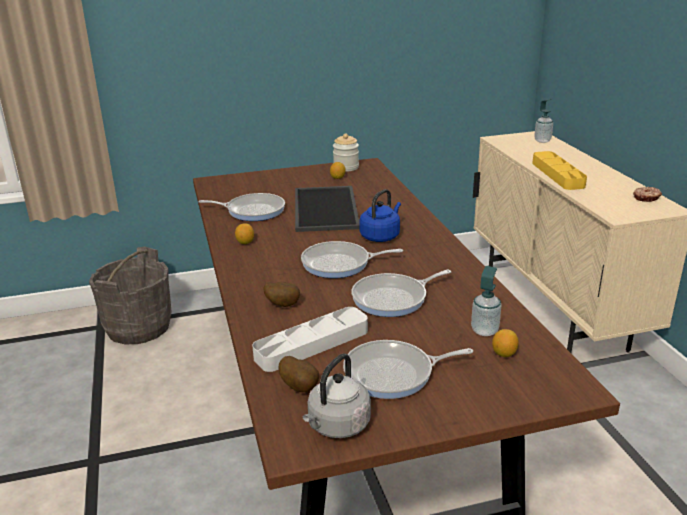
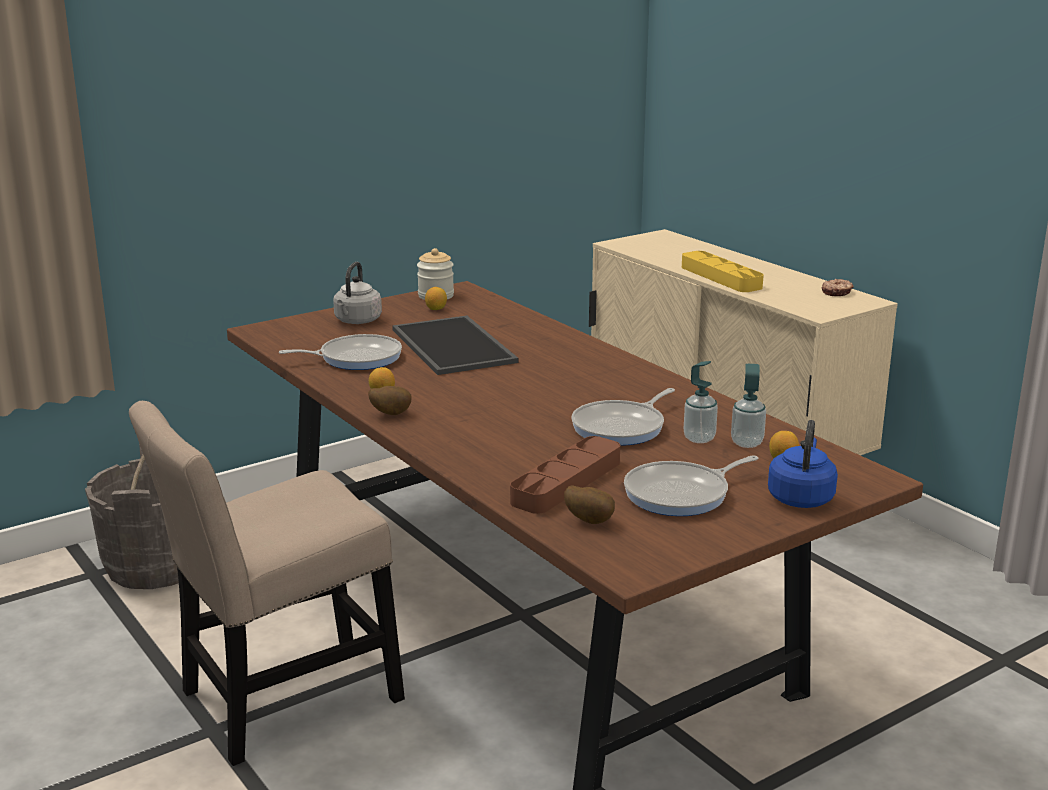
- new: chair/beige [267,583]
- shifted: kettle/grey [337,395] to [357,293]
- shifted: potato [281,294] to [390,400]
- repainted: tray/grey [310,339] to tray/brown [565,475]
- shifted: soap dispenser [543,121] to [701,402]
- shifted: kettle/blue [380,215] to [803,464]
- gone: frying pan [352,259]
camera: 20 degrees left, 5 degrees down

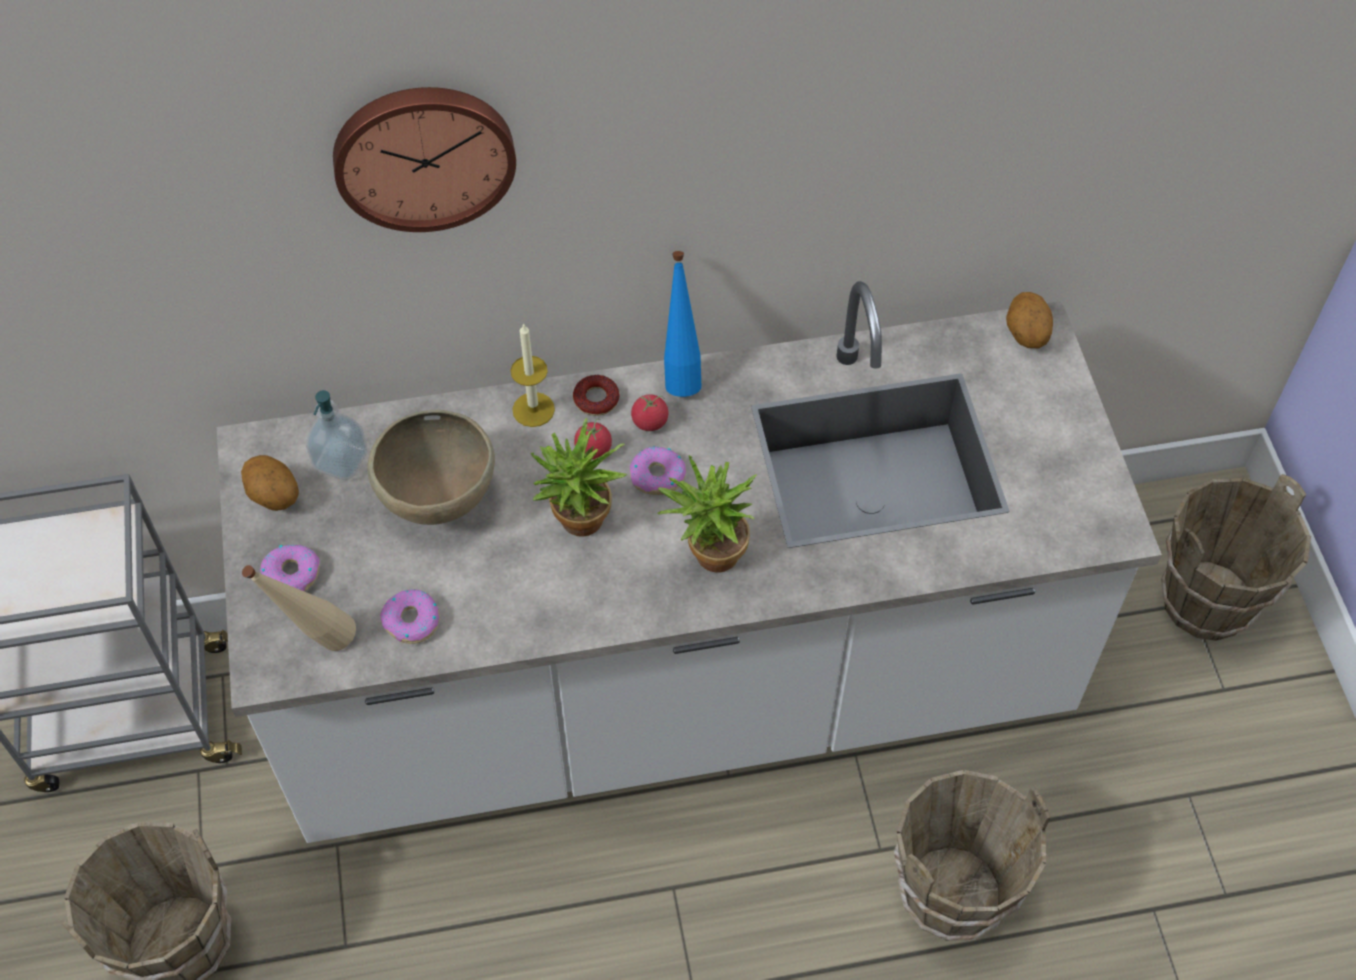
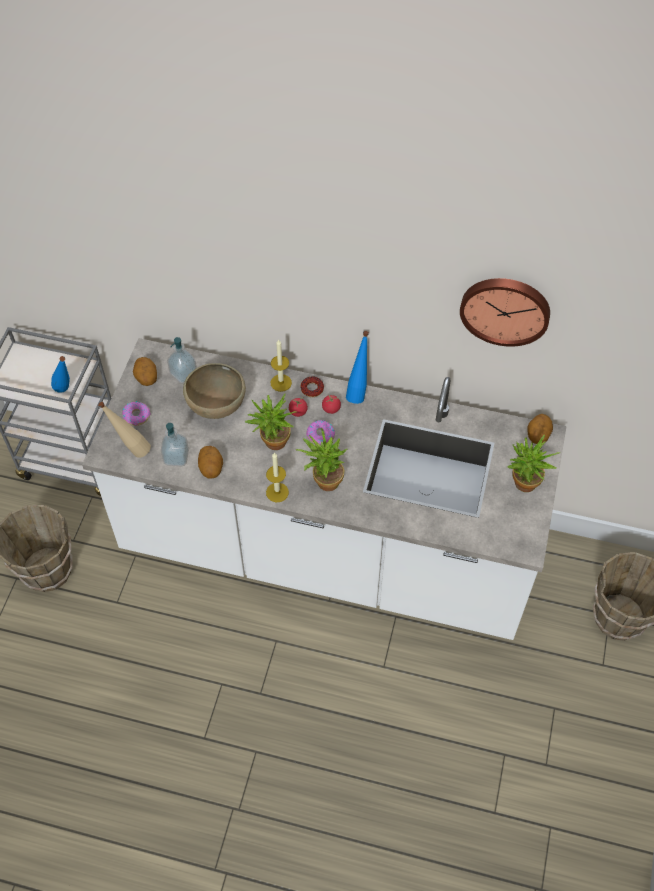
- new: bottle/blue [60,374]
- swapped: donut [410,616] to soap dispenser [175,445]
- new: potato [210,462]
- new: candle [277,477]
- shifted: wall clock [424,159] to [505,312]
- new: potted plant [533,463]
- gone: bucket/brown [972,855]
camera: 25 degrees right, 0 degrees up

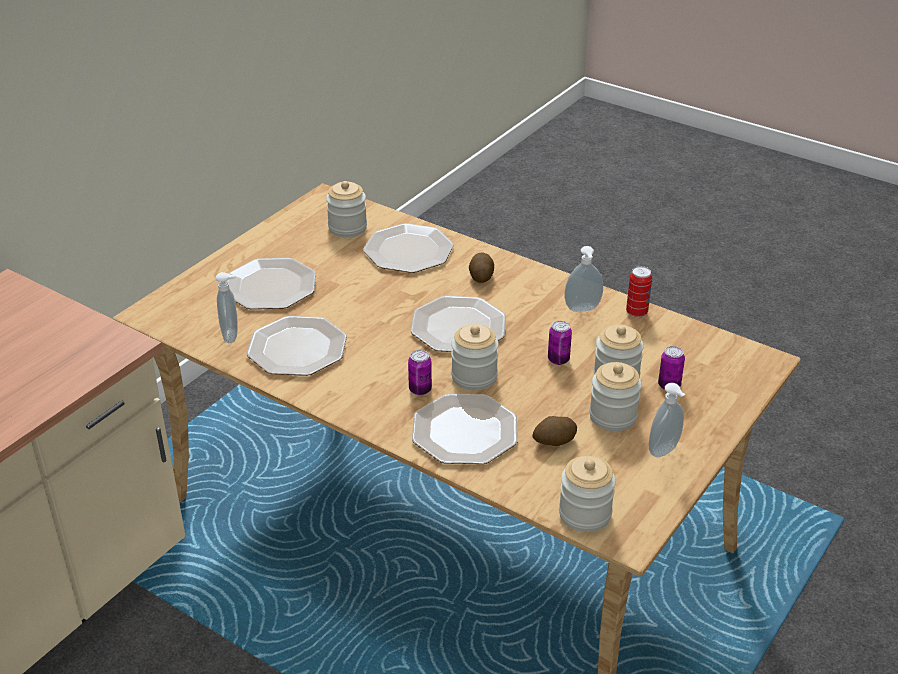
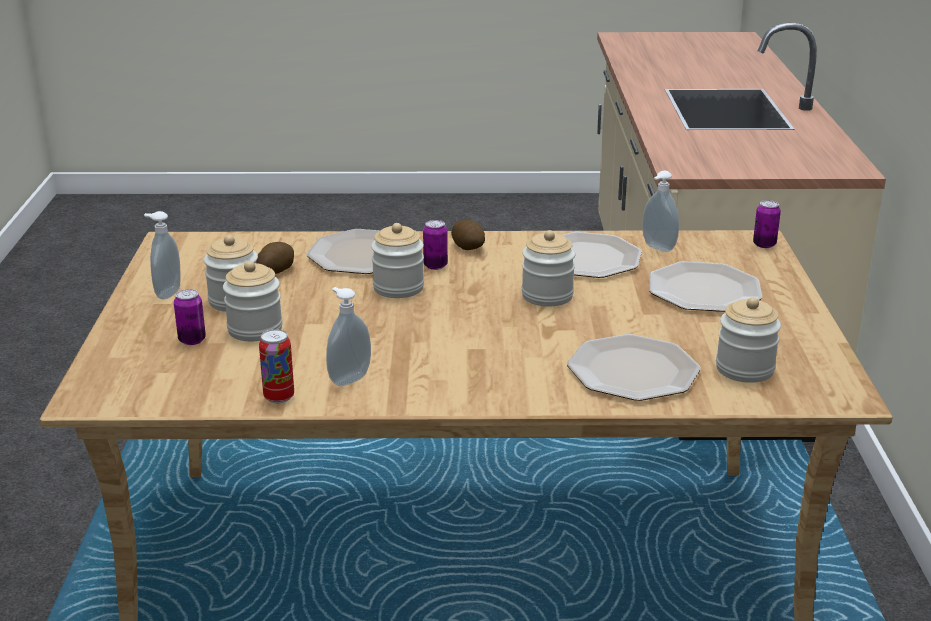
- shifted: potato [481,267] to [468,235]
- shifted: jar [587,494] to [548,268]
- shifted: can [560,343] to [767,224]
- gone: plate [458,324]
camera: 145 degrees right, 10 degrees down

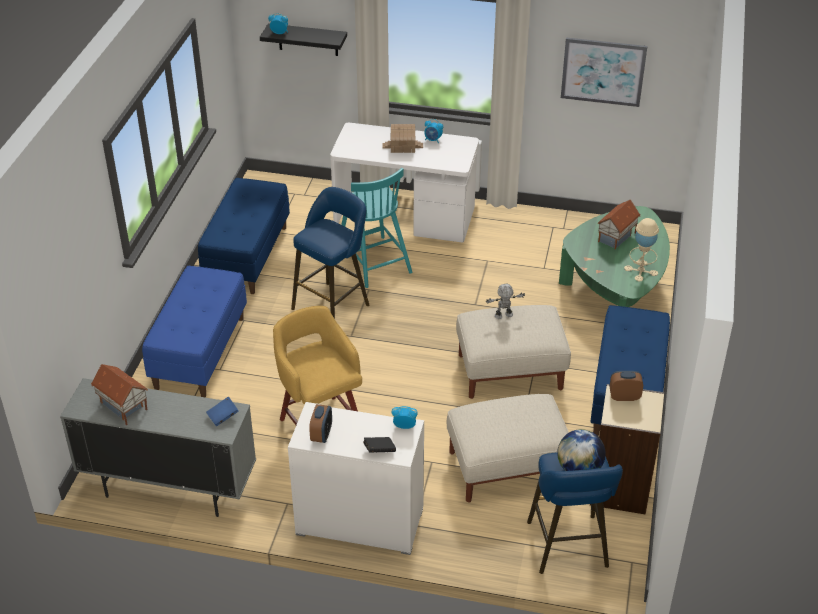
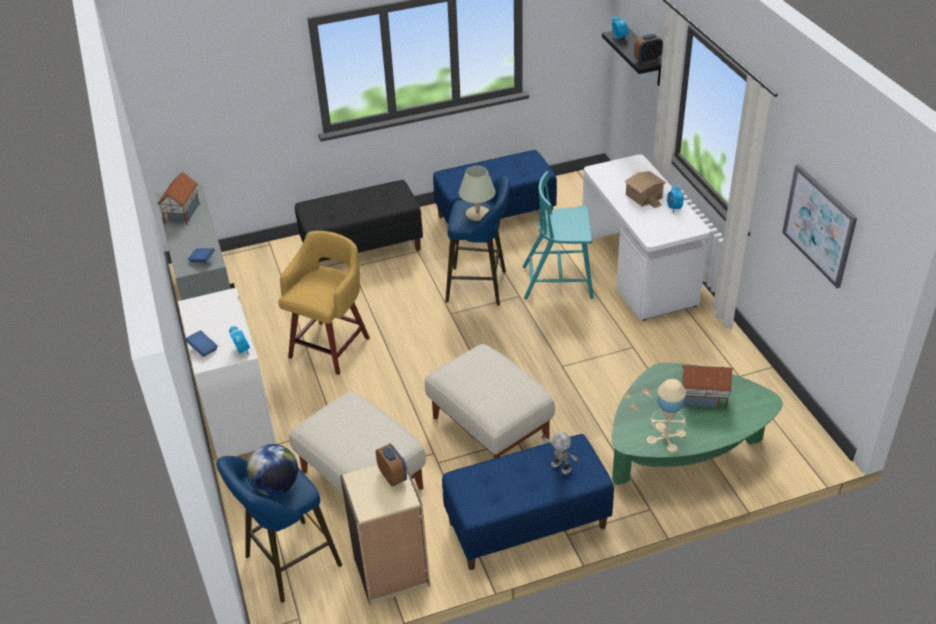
- repainted: book/black [379,445] to book/blue [201,343]
- repainted: bench/blue [194,331] to bench/black [359,221]
- new: table lamp/beige [477,193]
- rotated: chair/turquoise [376,228] = [558,235] 60 degrees clockwise
- shifted: toy robot [505,301] to [560,453]
- shifted: alarm clock [320,423] to [648,49]
camera: 60 degrees right, 0 degrees up

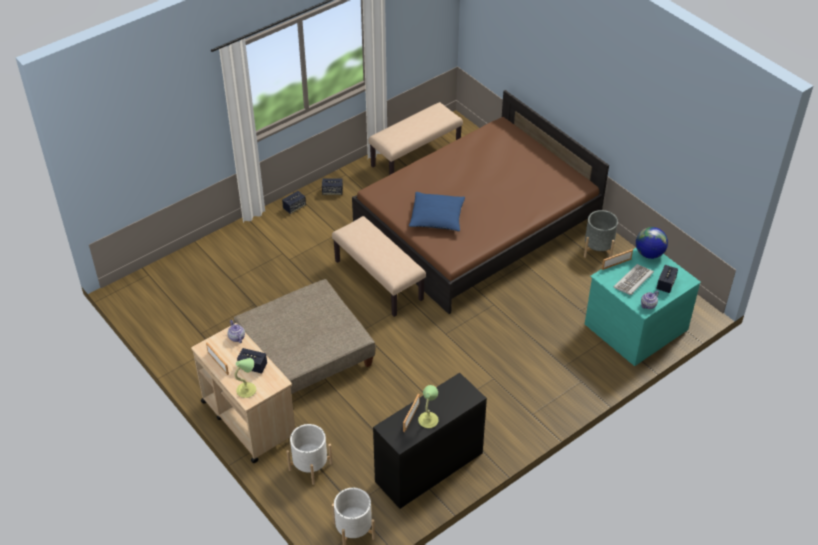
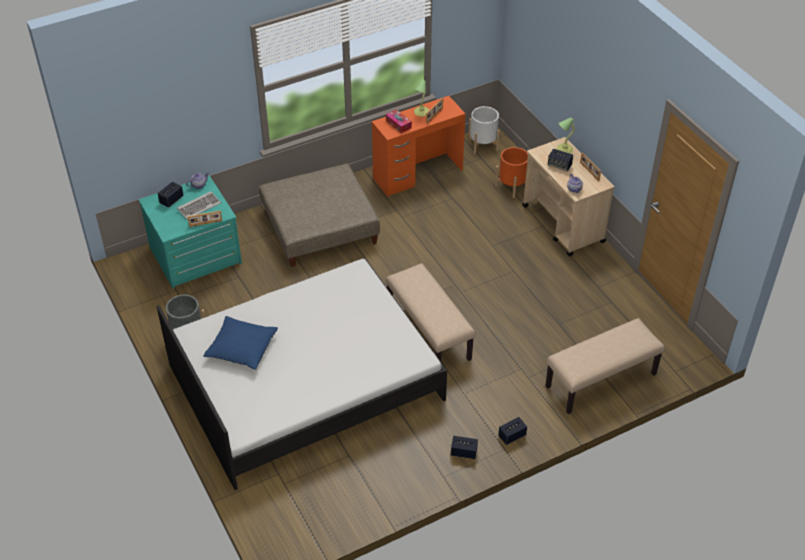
- repainted: bed/brown [480,202] to bed/white [302,374]
- shifted: pillow/blue [437,211] to [240,343]
- shifted: ottoman/beige [304,336] to [319,215]
- repainted: desk/black [430,441] to desk/orange [419,146]
- new: tissue box [399,121]
- repainted: planter/white [309,454] to planter/orange [511,172]
- shifted: bench/beige [416,138] to [605,366]
- gone: globe [652,243]
camera: 170 degrees left, 0 degrees up

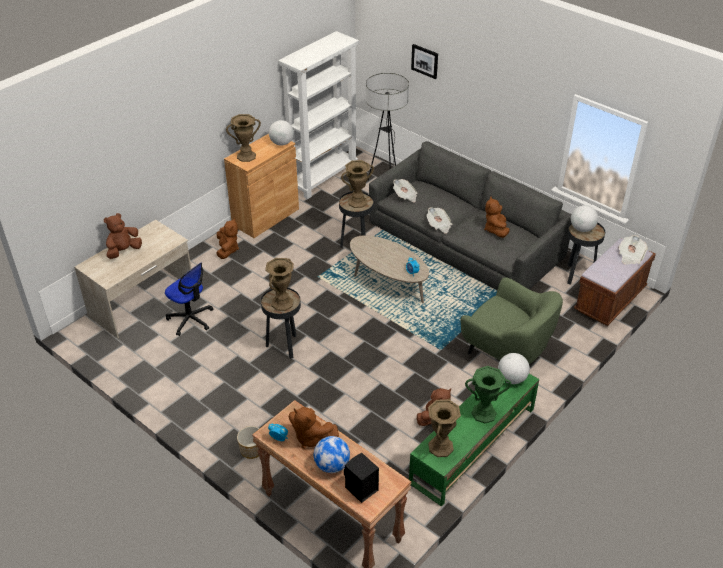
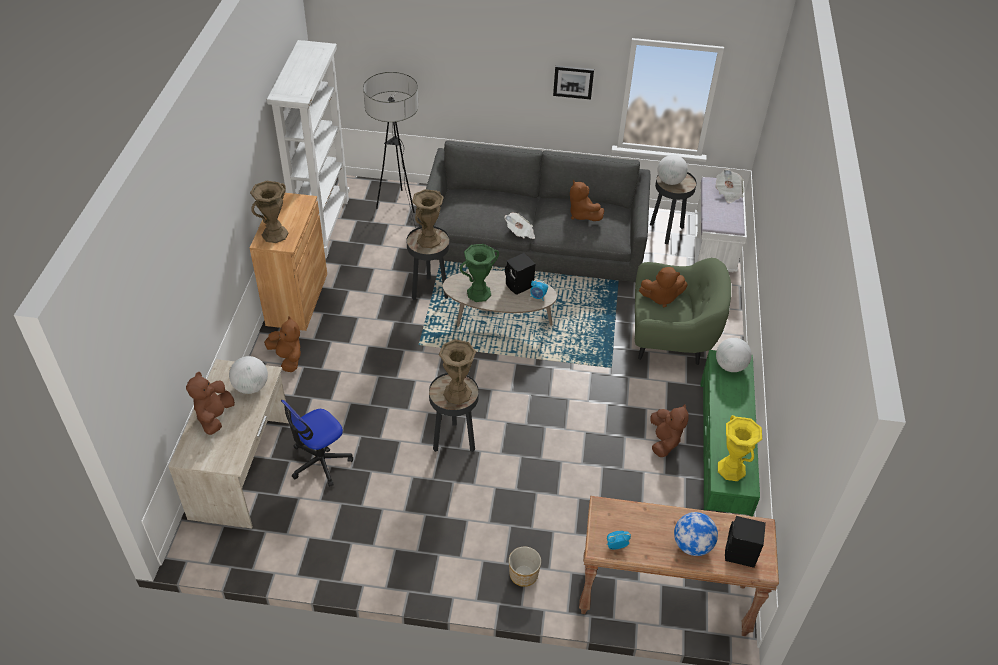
- shifted: globe [281,133] to [248,375]
- rotated: office chair [189,299] = [317,443] 135 degrees clockwise
- shifted: vase/green [488,394] to [479,273]
- new: speaker/black [520,274]
- shifted: picture [424,61] to [573,83]
- shifted: plush toy/brown [314,428] to [663,287]
- repainted: bench/brown [615,282] to bench/white [721,224]
- repainted: vase/brown [444,428] to vase/yellow [740,448]
- gone: newspaper [405,190]
camera: 35 degrees left, 5 degrees up

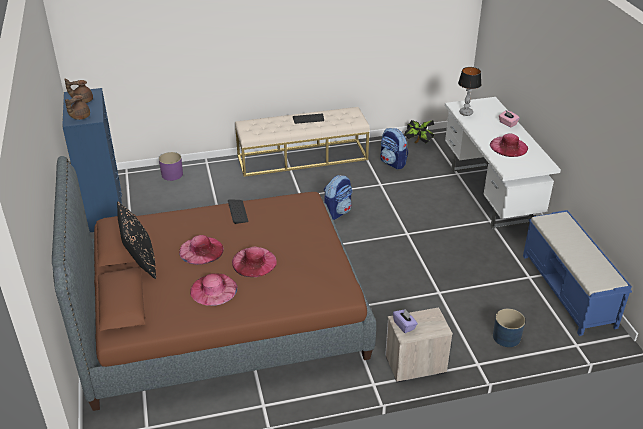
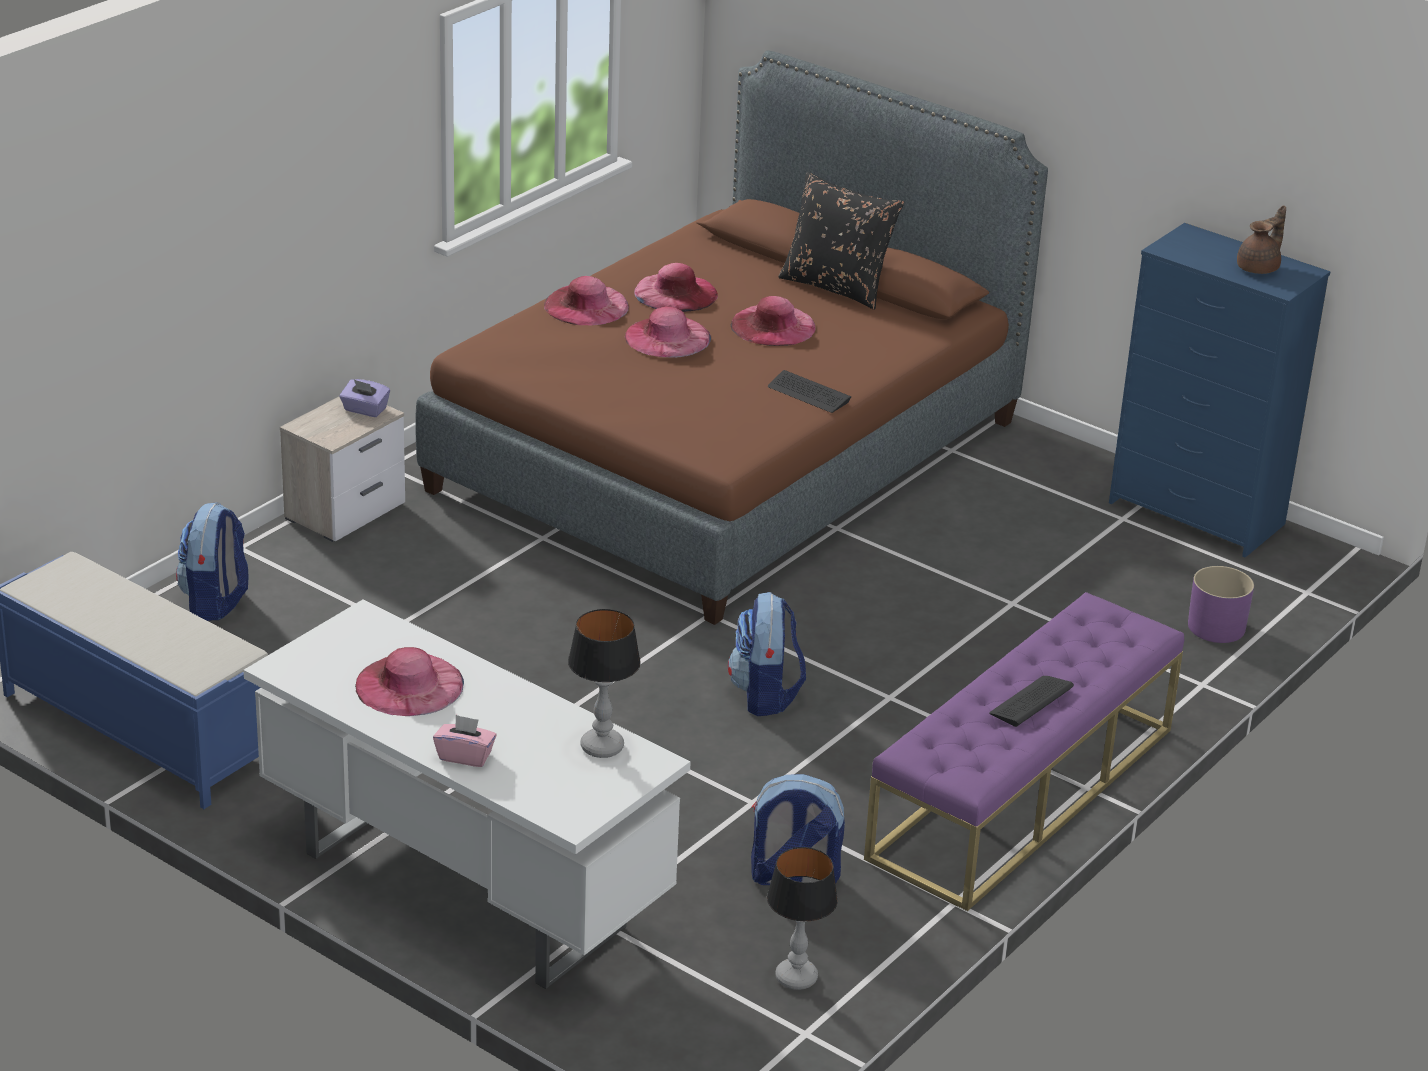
- swapped: planter/blue [509,328] to backpack [212,561]
- new: hat/pink [586,300]
- swapped: potted plant [419,131] to table lamp [802,918]
- repainted: bench/beige [302,142] to bench/purple [1024,751]
- gone: teapot/brown [77,107]
camera: 140 degrees right, 5 degrees down

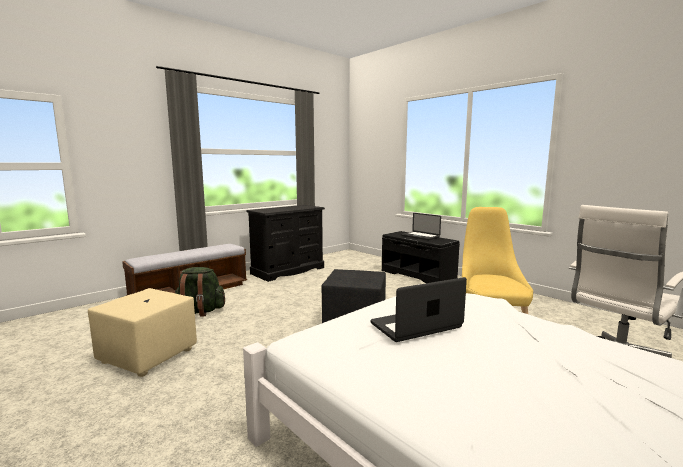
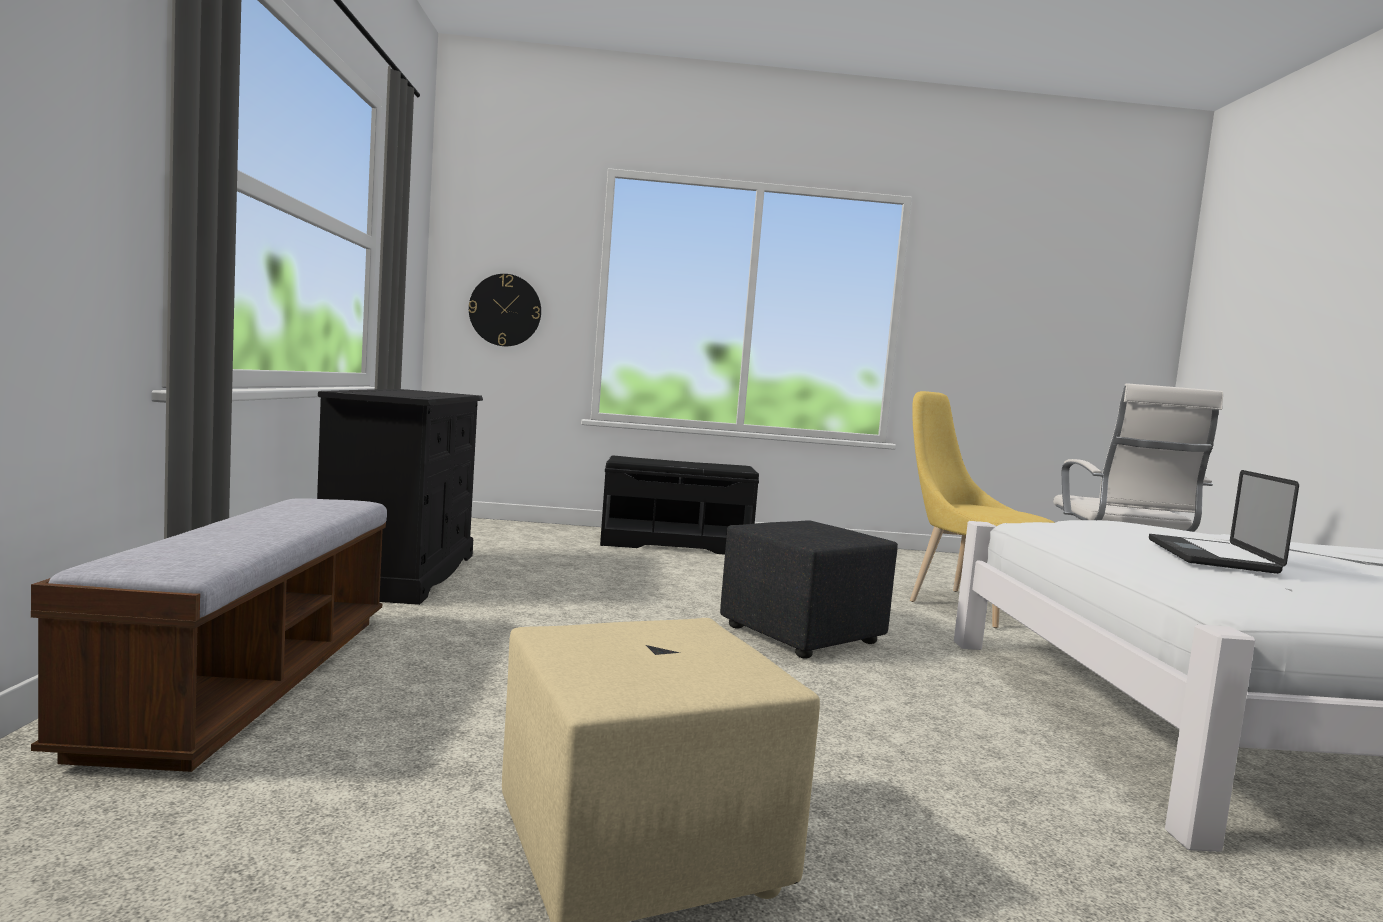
- new: wall clock [505,310]
- gone: backpack/green [200,292]
- gone: laptop [421,226]
camera: 50 degrees left, 5 degrees down

